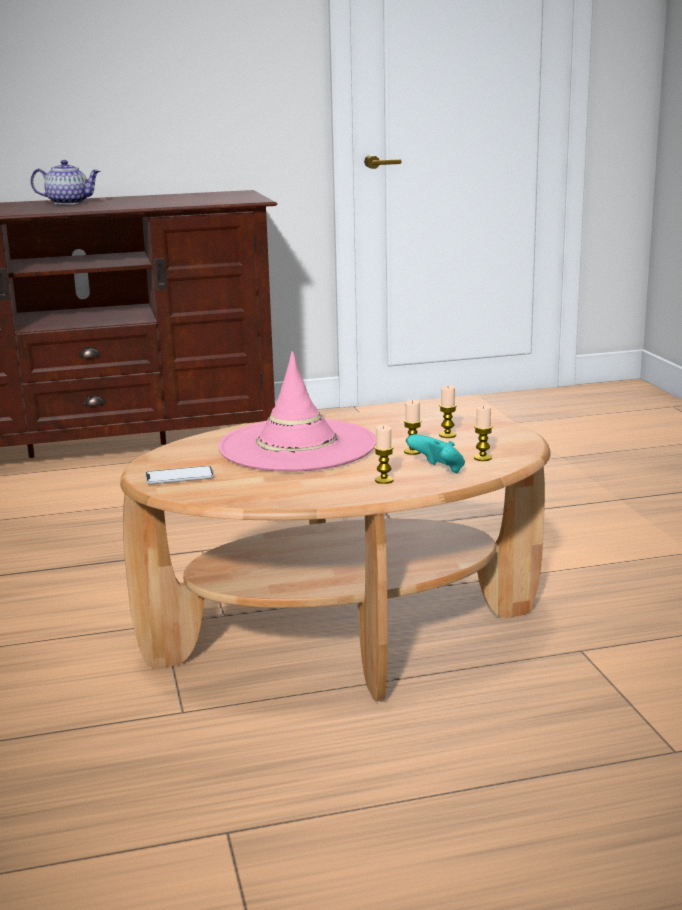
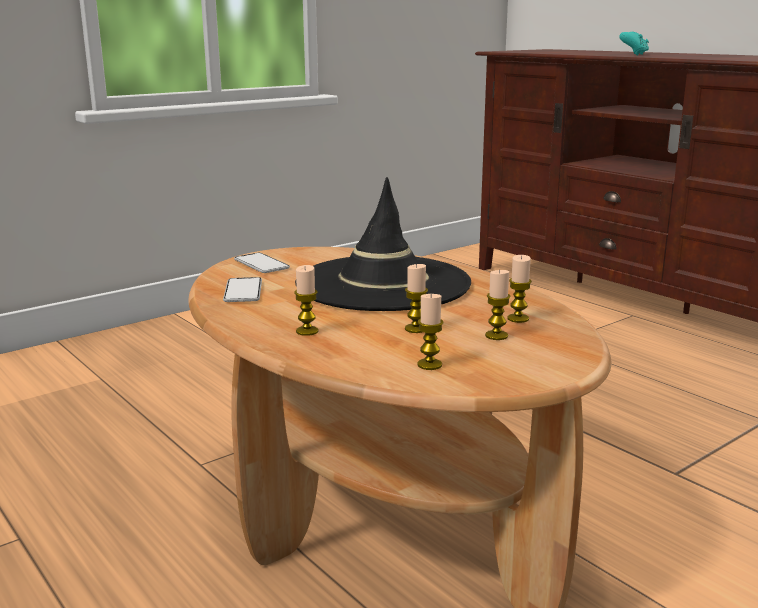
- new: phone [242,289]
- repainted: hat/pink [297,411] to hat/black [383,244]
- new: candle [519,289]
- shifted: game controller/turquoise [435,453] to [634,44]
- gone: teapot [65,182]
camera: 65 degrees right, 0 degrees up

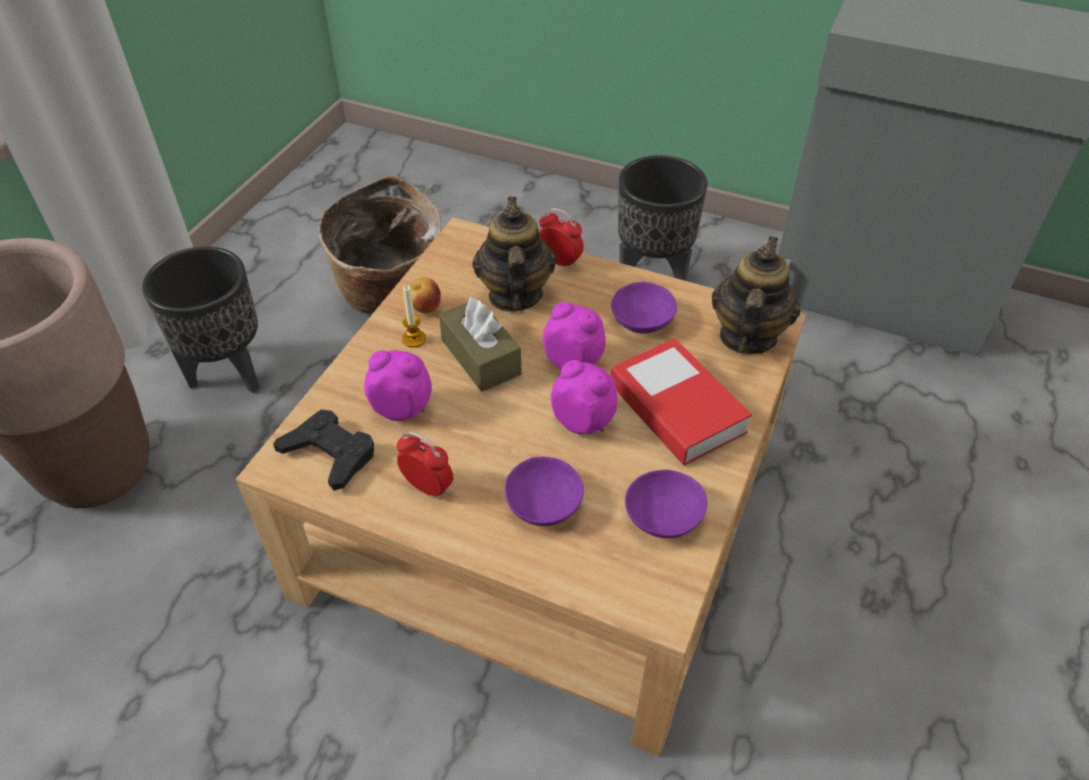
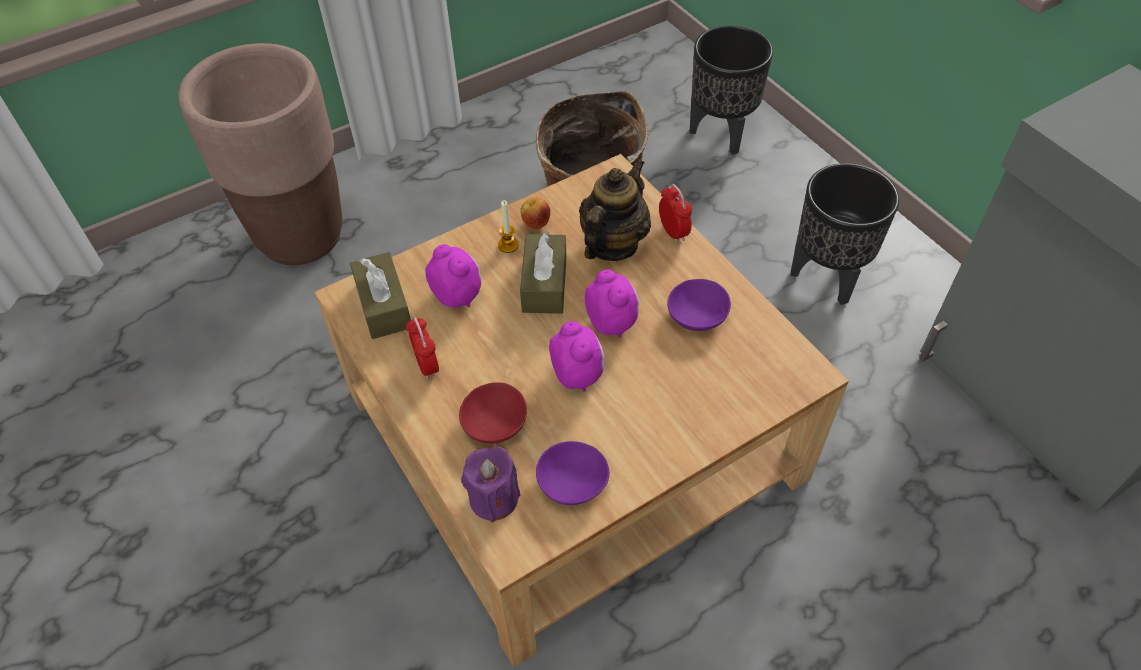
- swapped: game controller/black [323,450] to tissue box/brown [380,295]
- repainted: bowl/purple [544,491] to bowl/red [493,412]
- new: candle/purple [490,485]
- shifted: planter/black [201,319] to [731,90]
- gone: book [681,401]
- gone: teapot [756,295]
camera: 35 degrees right, 5 degrees up

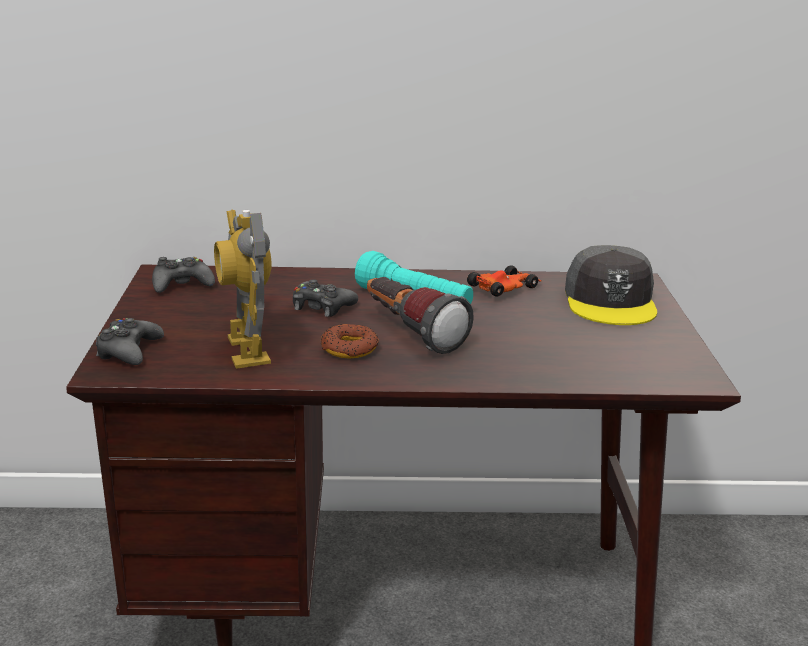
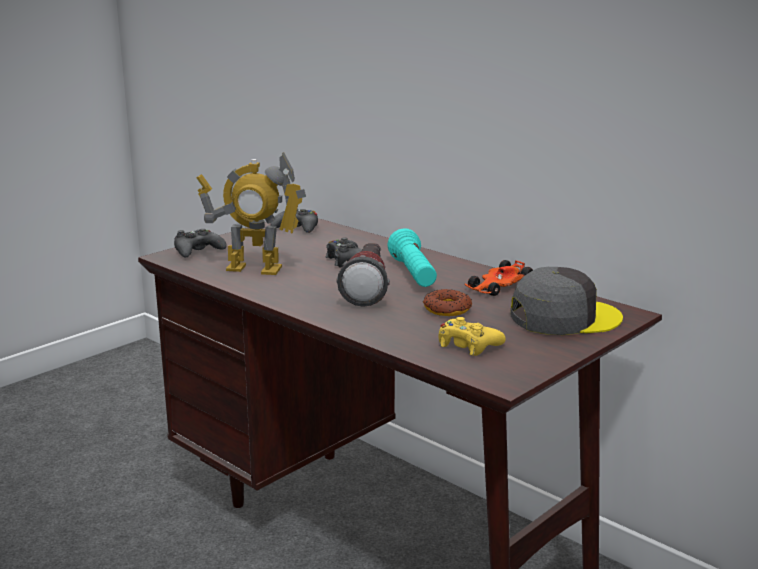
- rotated: toy robot [243,289] = [251,213] 105 degrees counterclockwise
- shifted: donut [350,341] to [447,302]
- new: game controller/yellow [472,336]
- rotated: toy car [504,281] = [498,278] 135 degrees clockwise
- rotated: cap/grey [611,285] = [566,301] 150 degrees counterclockwise
camera: 45 degrees right, 5 degrees down

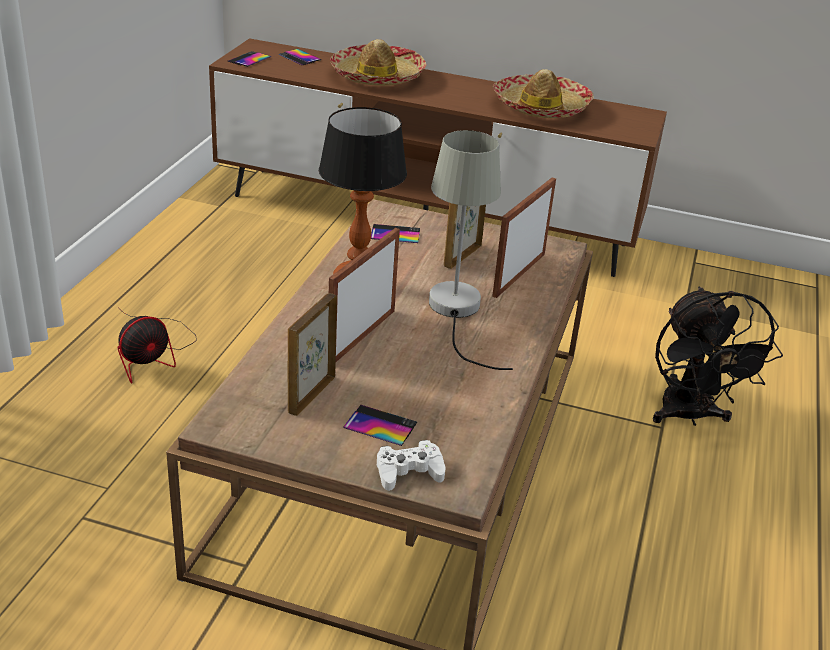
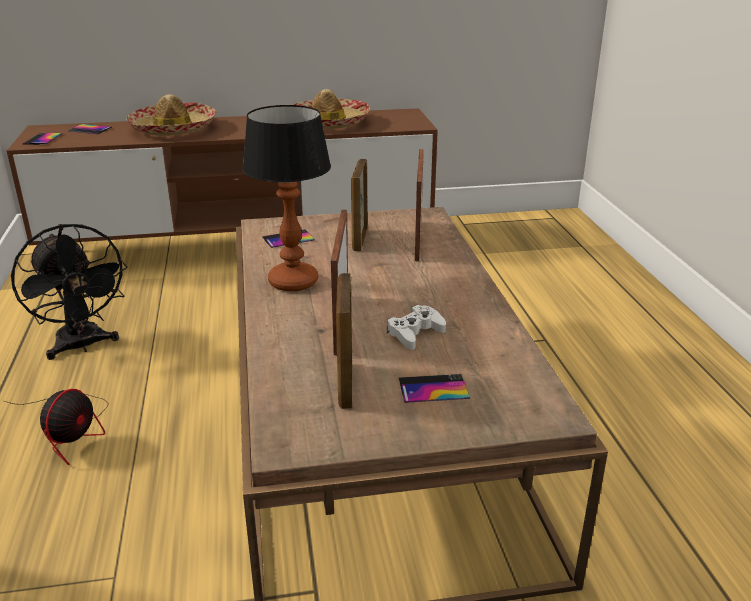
- shifted: fan/black [718,356] to [69,292]
- shifted: game controller/white [411,465] to [416,327]
- gone: table lamp/grey [471,250]
camera: 25 degrees left, 5 degrees down

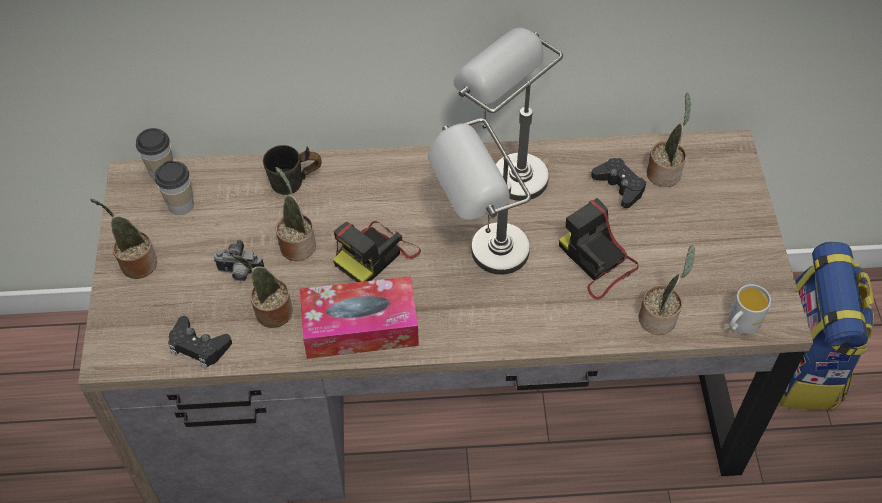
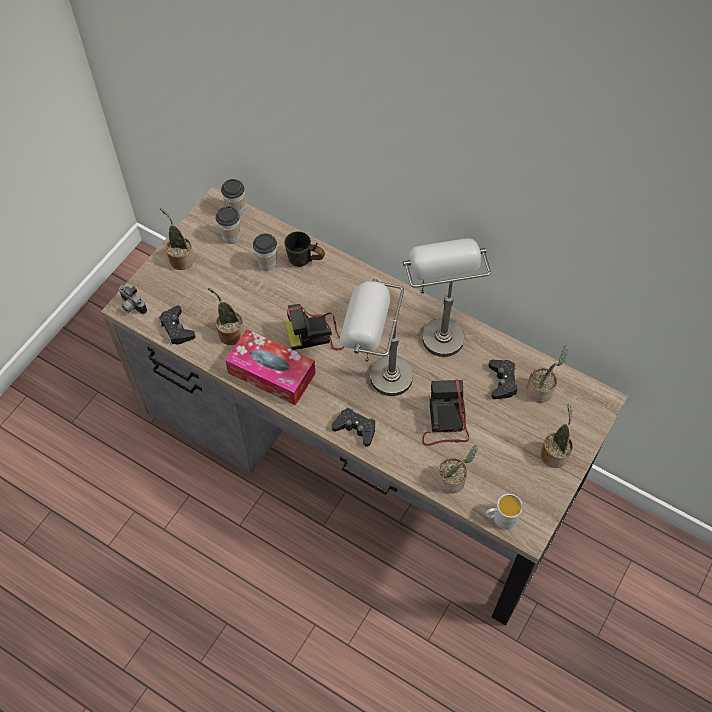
- shifted: photo camera [239,260] to [133,299]
- new: cup [265,252]
- new: game controller/black [353,427]
- shifted: potted plant [295,214] to [557,436]
- gone: backpack [826,326]
camera: 35 degrees right, 5 degrees up

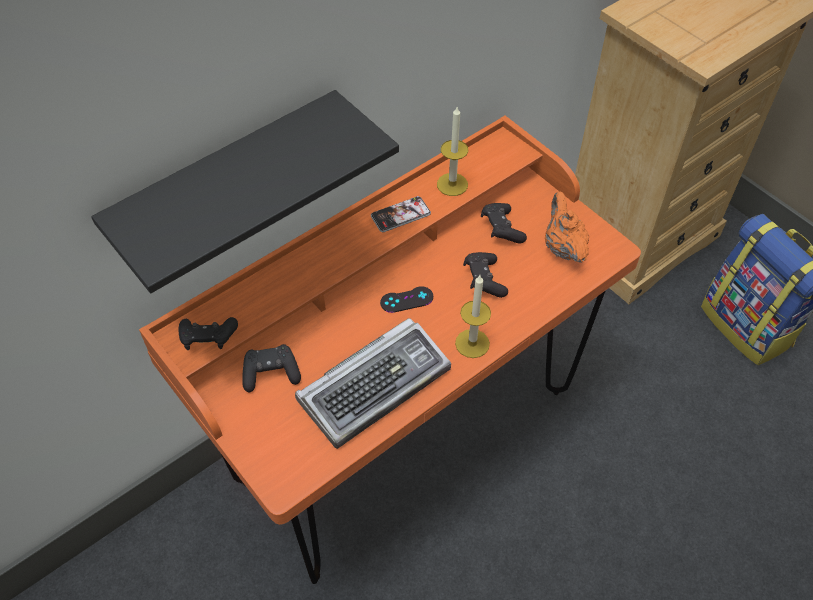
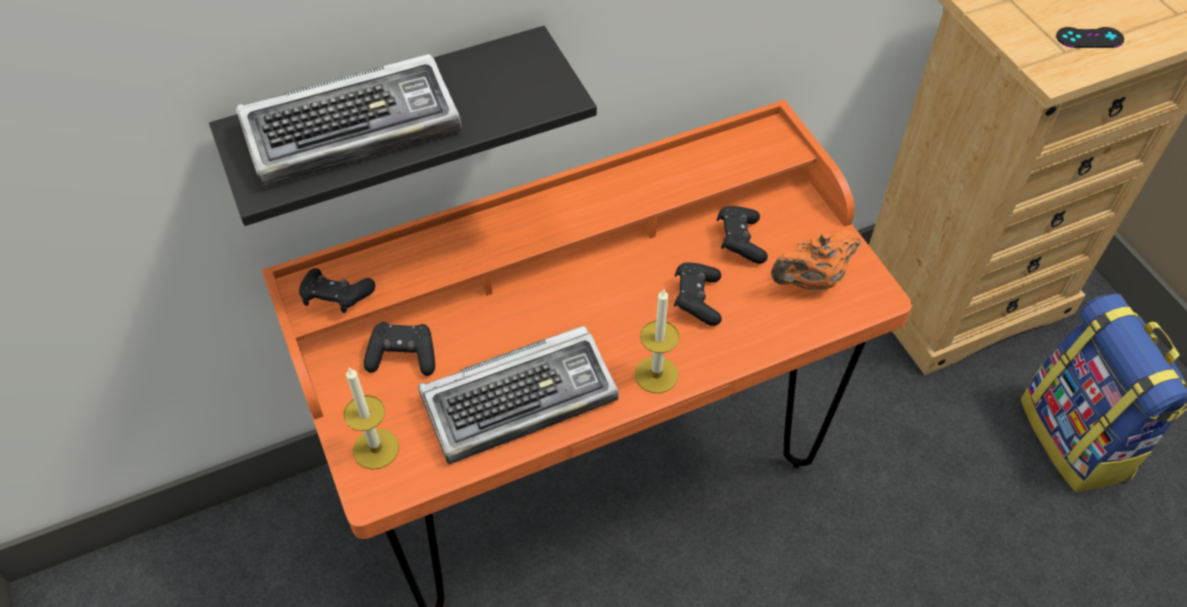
- new: keyboard [348,120]
- shifted: candle [452,151] to [371,418]
- rotated: teapot/orange [567,227] = [816,259] 120 degrees counterclockwise
- shifted: game controller/black [406,299] to [1090,37]
- gone: phone [401,214]
camera: 15 degrees right, 0 degrees up

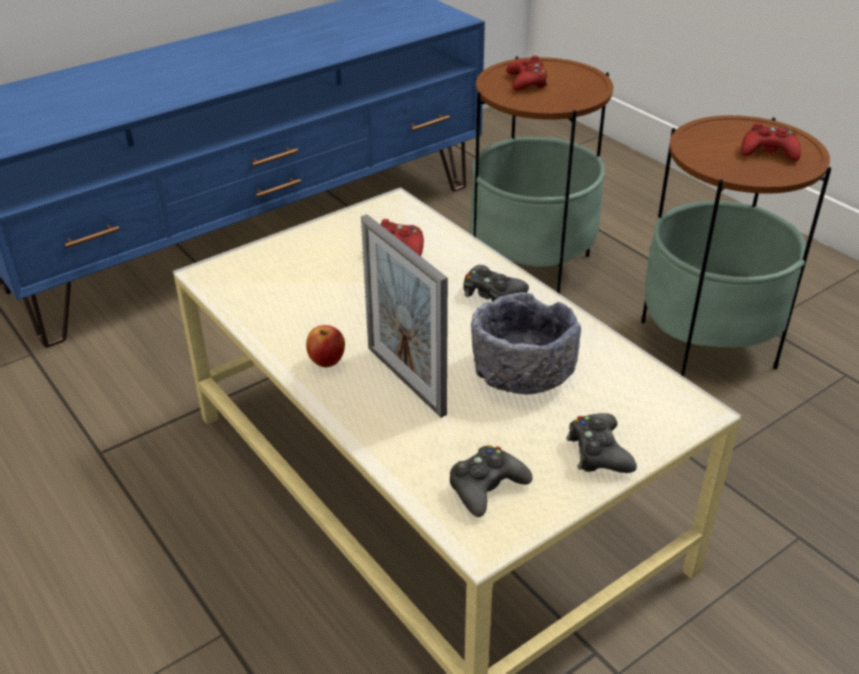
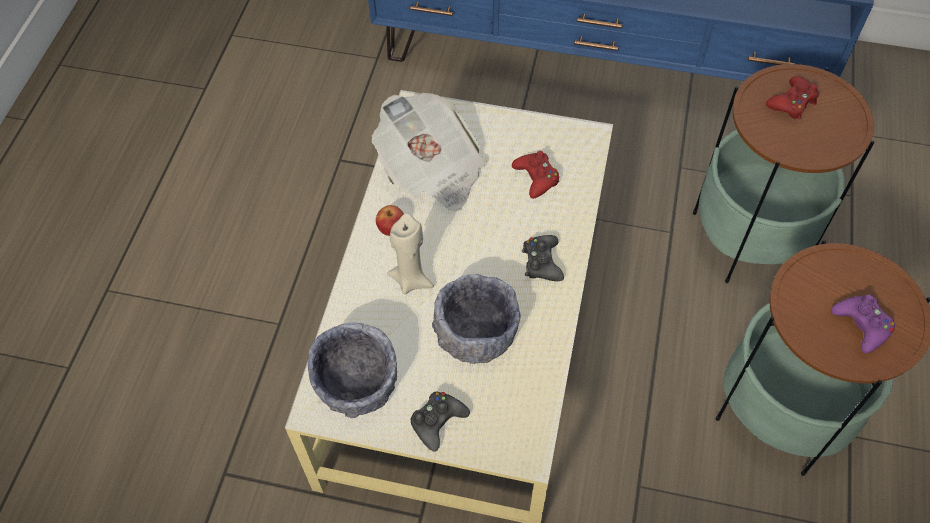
- swapped: game controller/black [491,481] to bowl/grey [352,370]
- new: newspaper [429,152]
- swapped: picture frame [404,316] to candle/beige [410,254]
- repainted: game controller/red [771,141] to game controller/purple [863,323]
camera: 50 degrees right, 20 degrees up

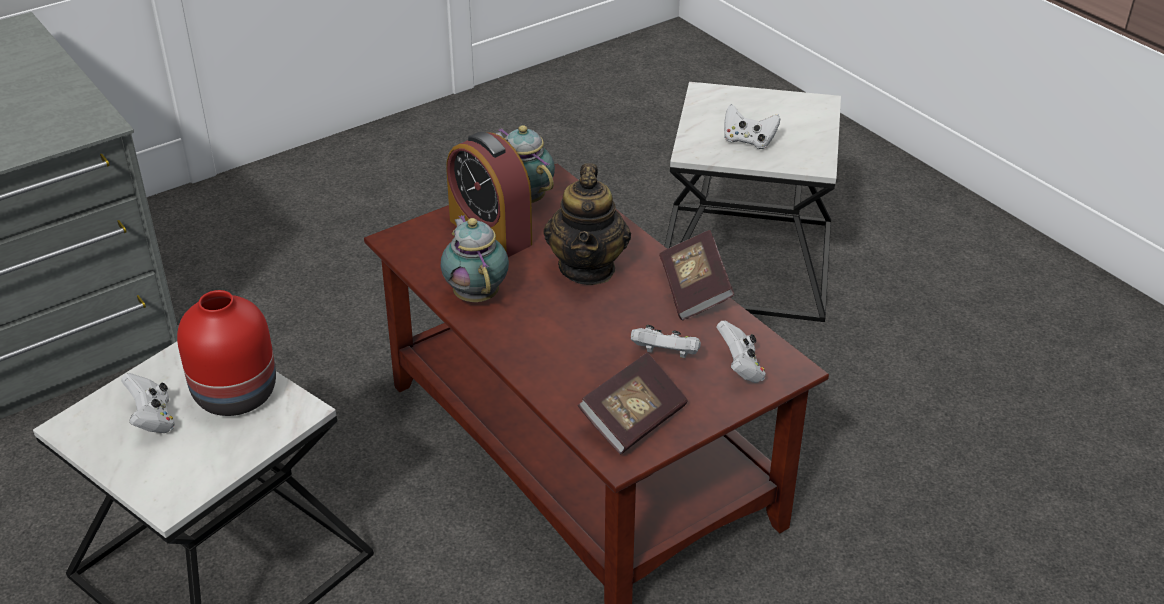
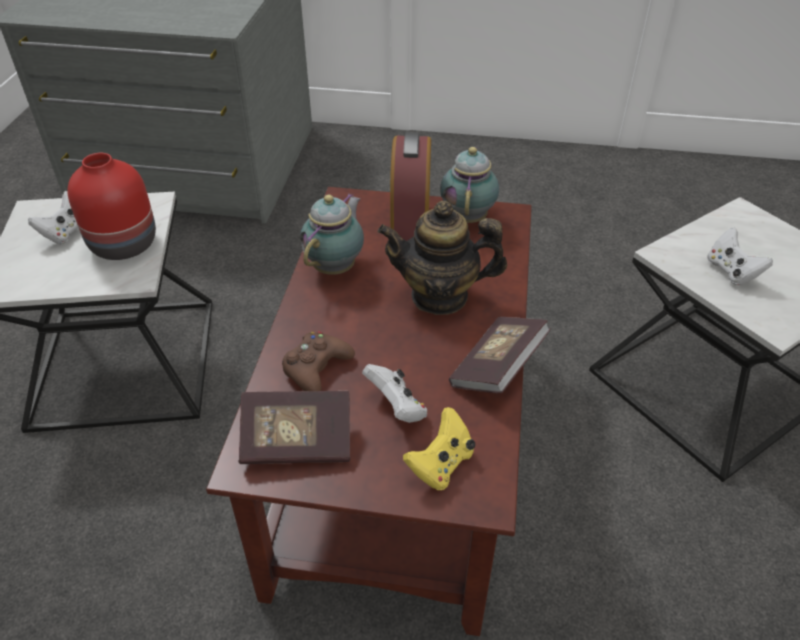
- new: game controller/brown [318,361]
- rotated: teapot [587,224] = [442,258] 45 degrees clockwise
- repainted: game controller/white [741,352] to game controller/yellow [439,448]
camera: 45 degrees right, 5 degrees up

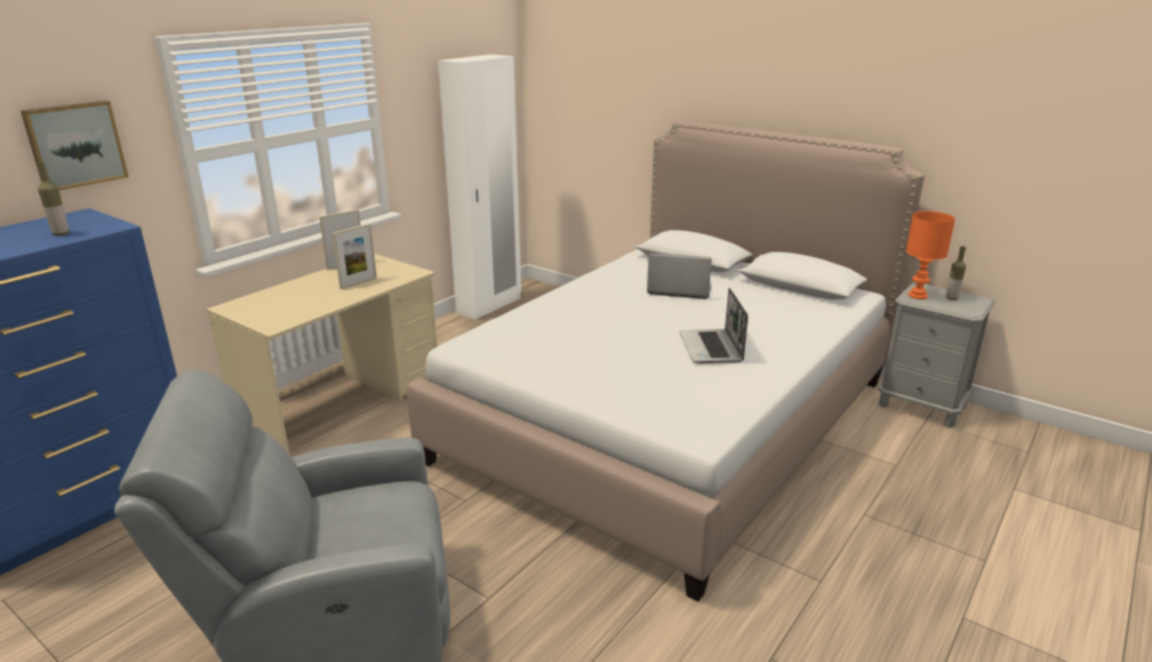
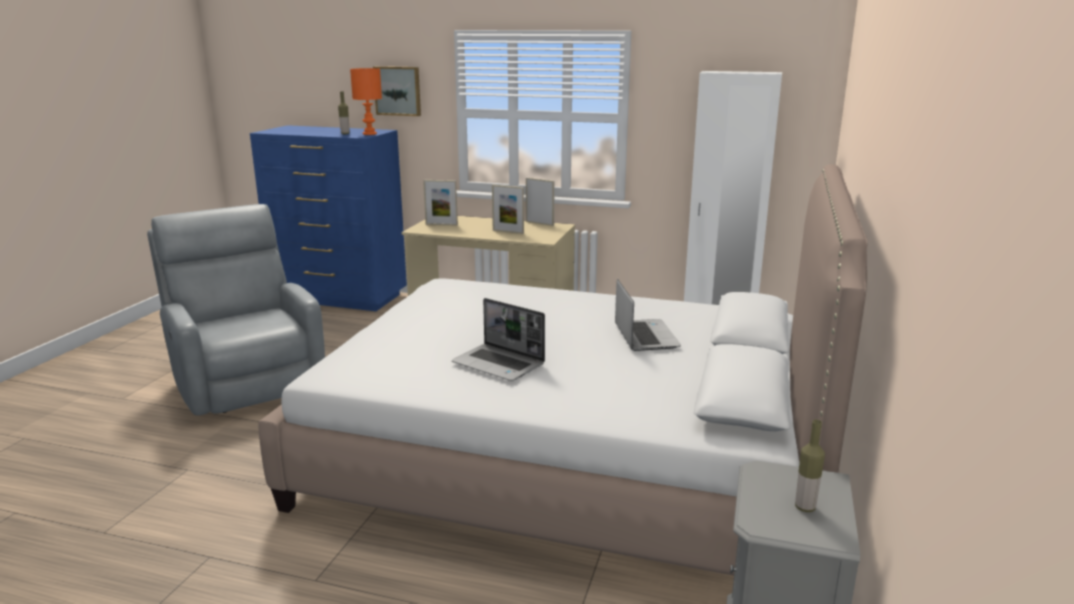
- shifted: table lamp/orange [930,255] to [366,101]
- new: picture frame [440,203]
- rotated: laptop [713,325] = [498,339] 120 degrees counterclockwise
camera: 70 degrees right, 5 degrees down

